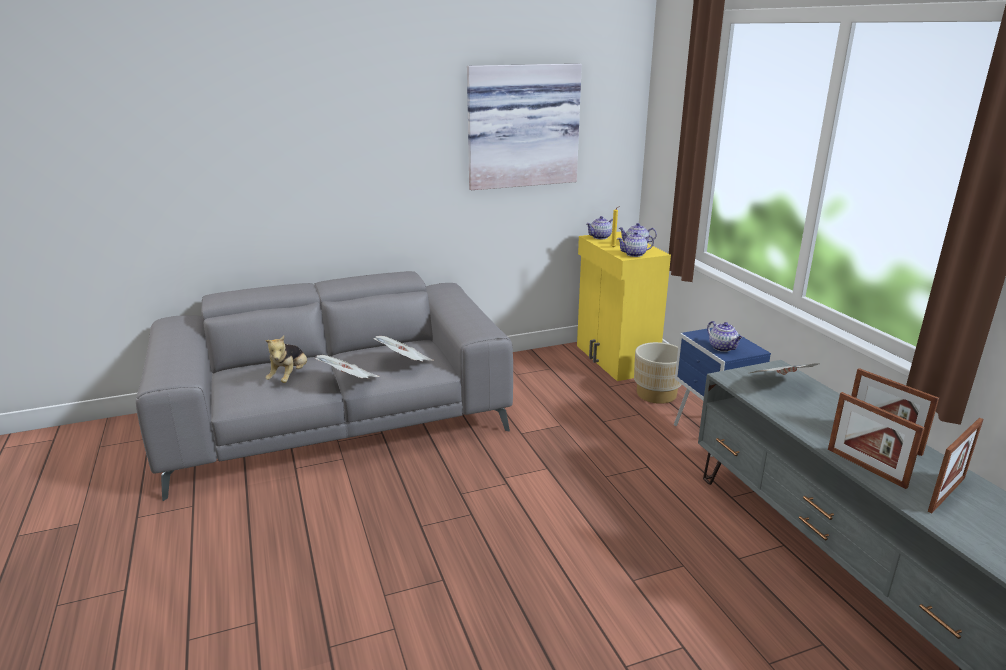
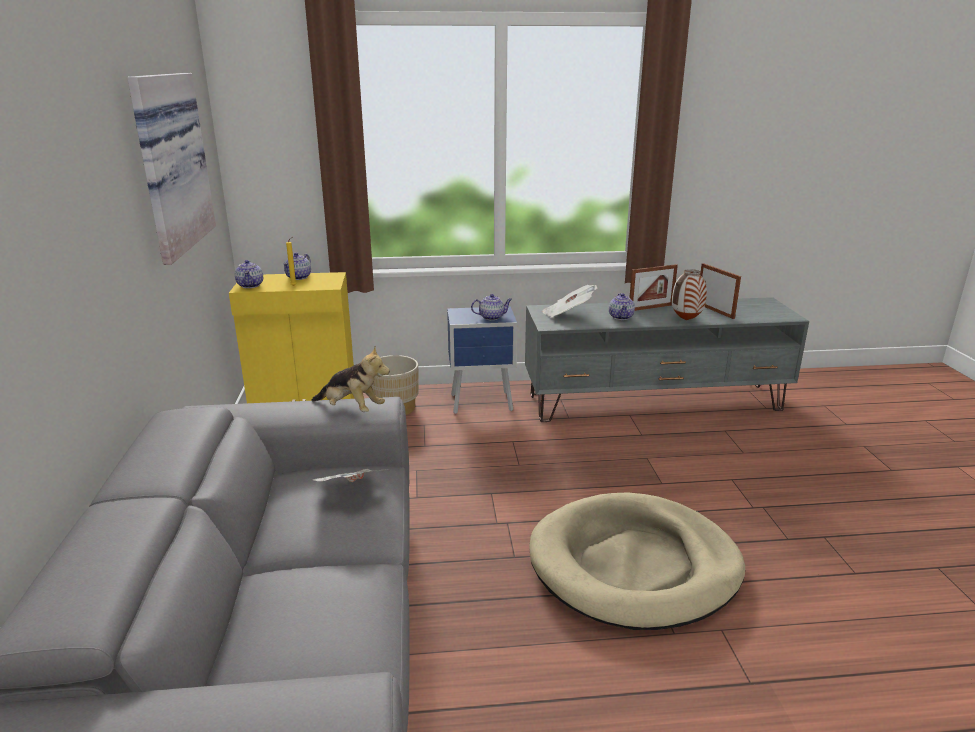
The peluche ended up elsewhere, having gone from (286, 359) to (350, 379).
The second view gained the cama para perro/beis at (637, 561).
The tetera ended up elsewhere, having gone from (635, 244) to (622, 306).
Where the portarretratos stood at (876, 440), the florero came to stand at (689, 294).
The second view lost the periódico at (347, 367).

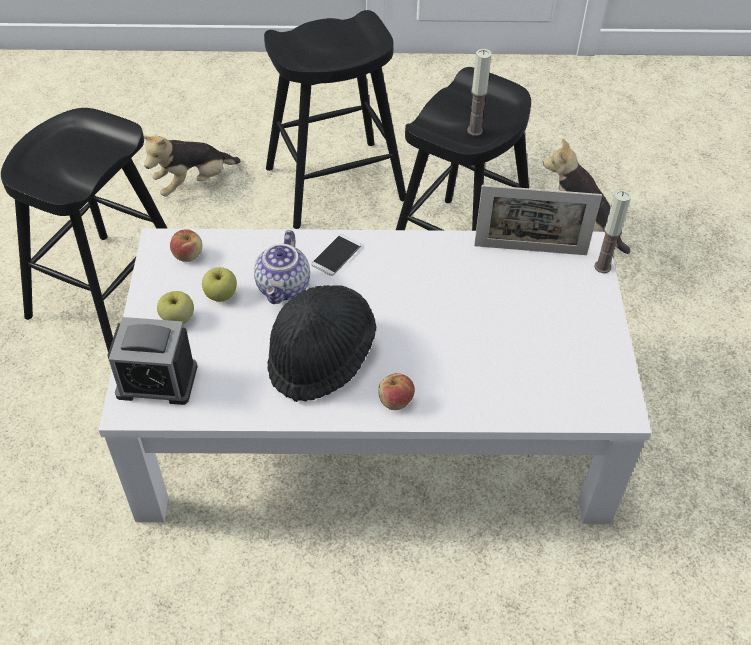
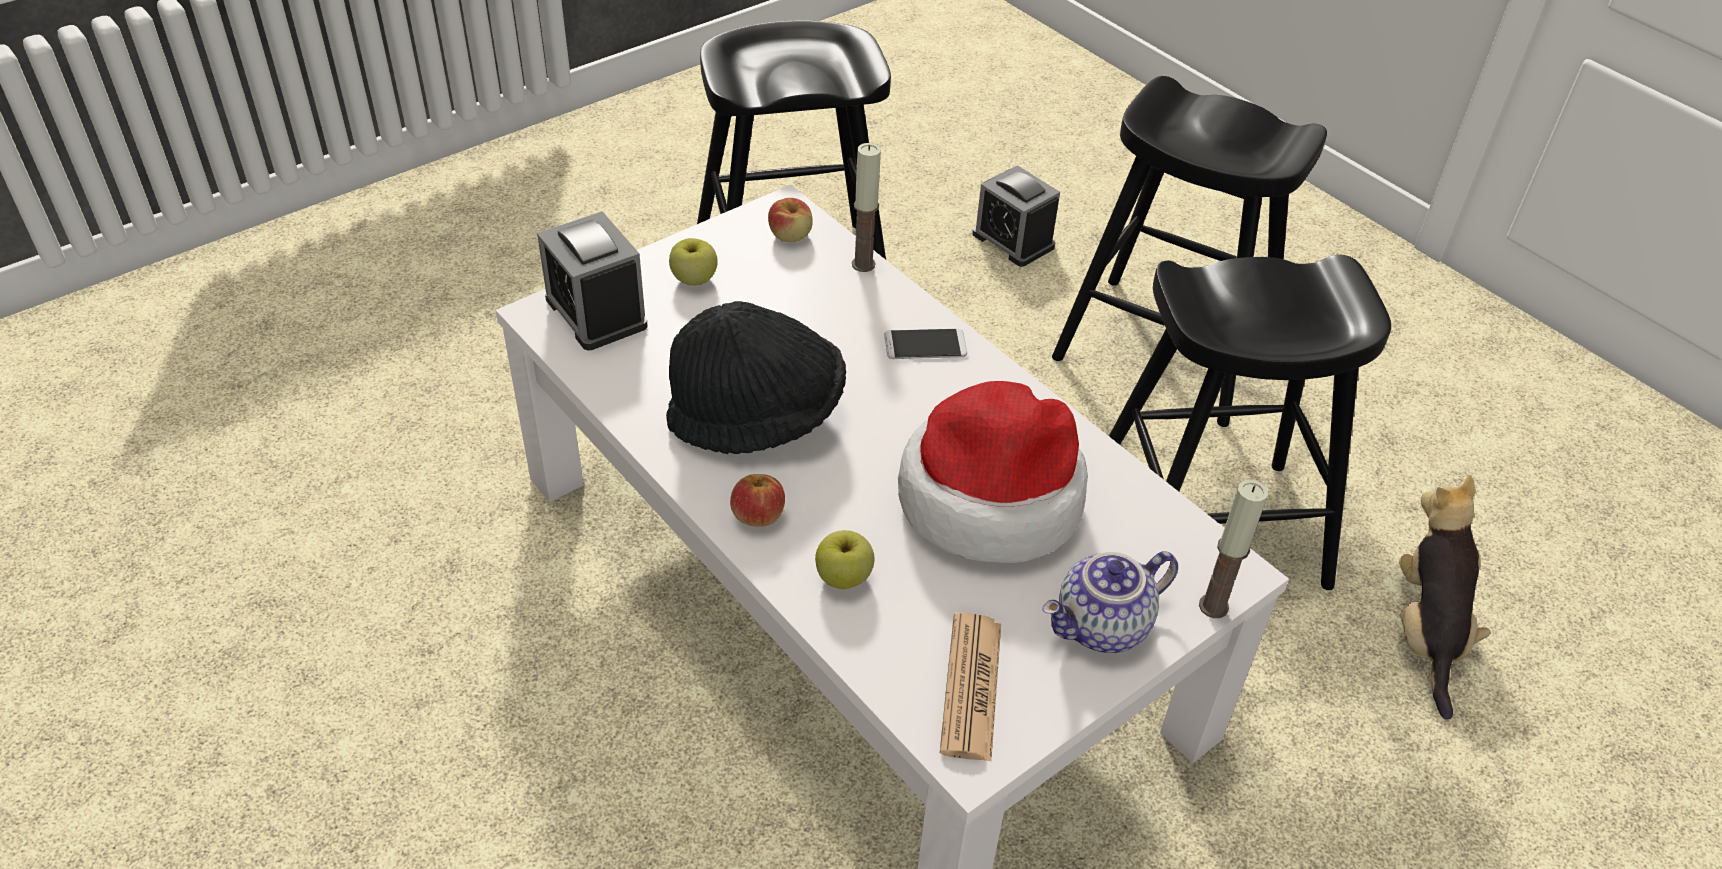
The manzana ended up elsewhere, having gone from (219, 284) to (845, 559).
The vela ended up elsewhere, having gone from (479, 92) to (866, 207).
The second view gained the sombrero at (993, 472).
The second view gained the periódico at (970, 687).
Where the peluche stood at (192, 165), the despertador came to stand at (1016, 216).
The tetera ended up elsewhere, having gone from (282, 267) to (1110, 602).
The second view lost the portarretratos at (538, 220).

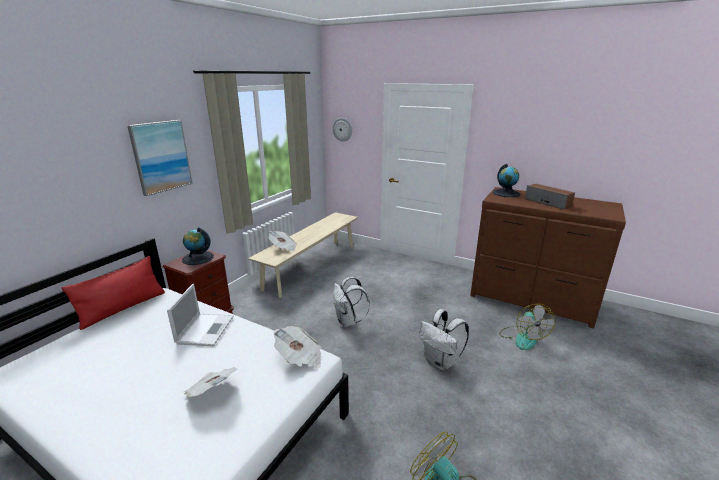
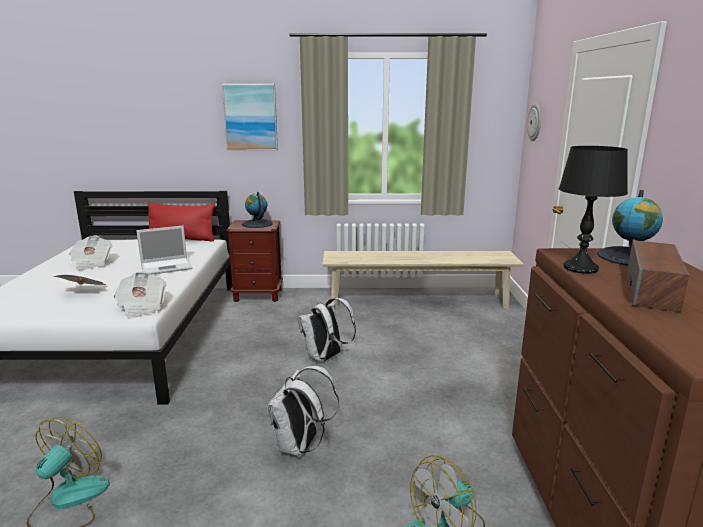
The periódico ended up elsewhere, having gone from (282, 241) to (90, 253).
The second view gained the lámpara de mesa/negro at (593, 210).

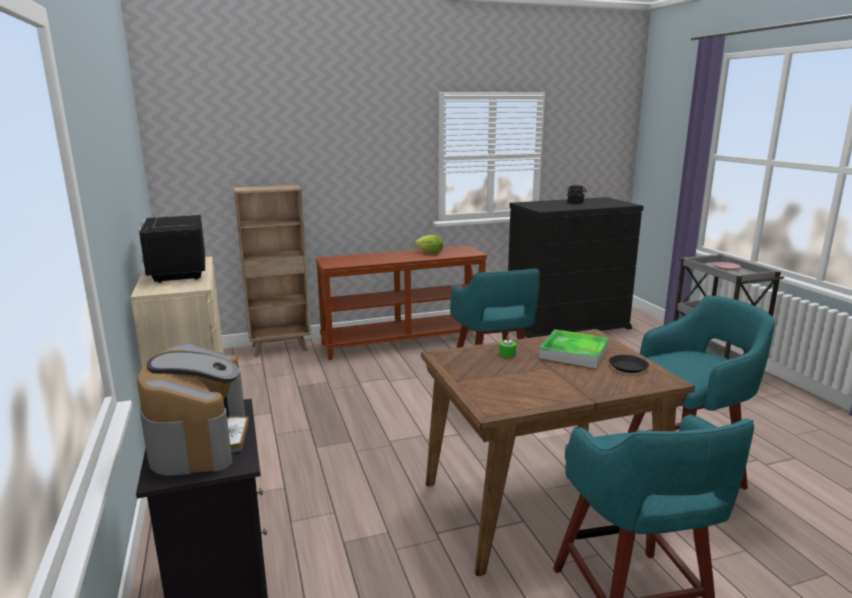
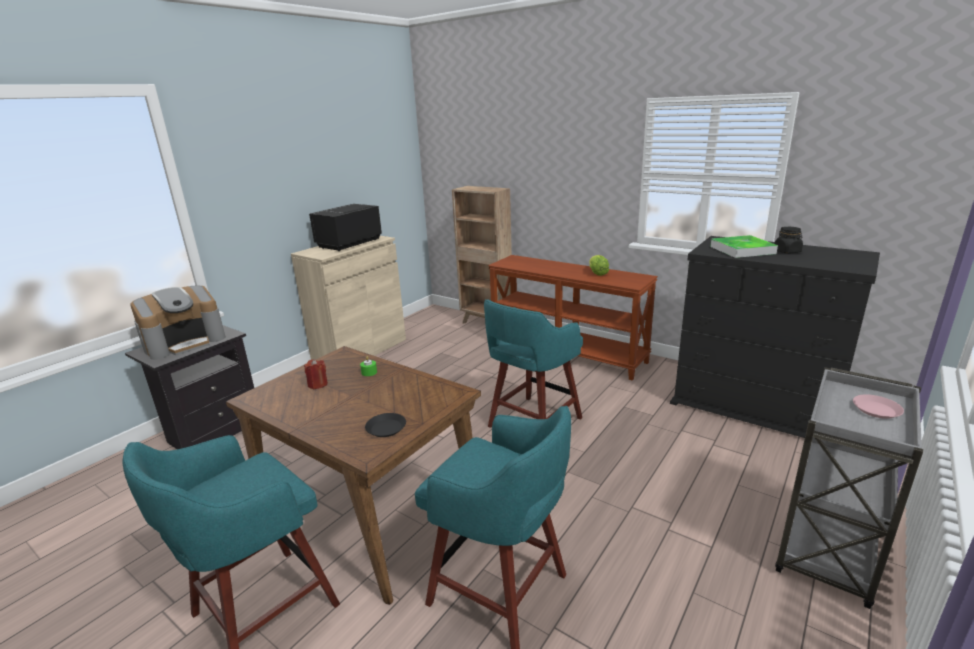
The second view gained the vela/rojo at (316, 374).
The bandeja ended up elsewhere, having gone from (574, 349) to (744, 246).

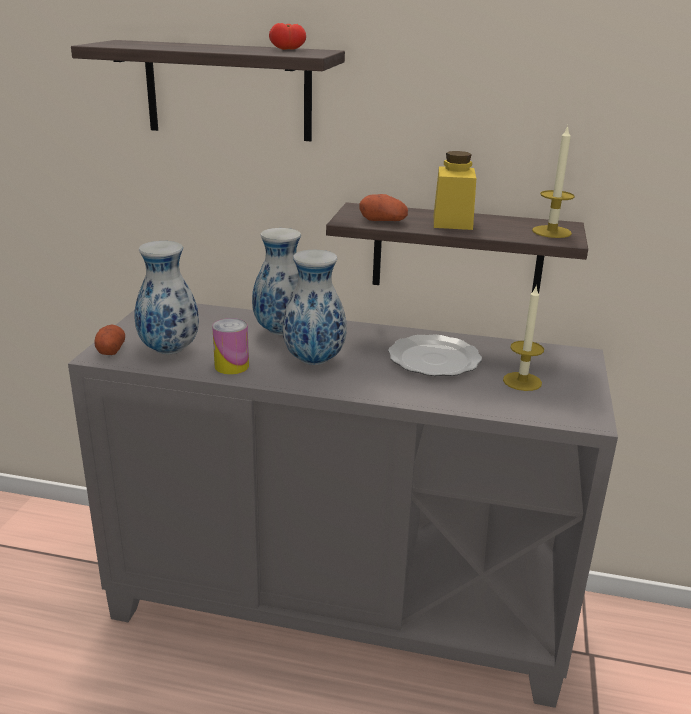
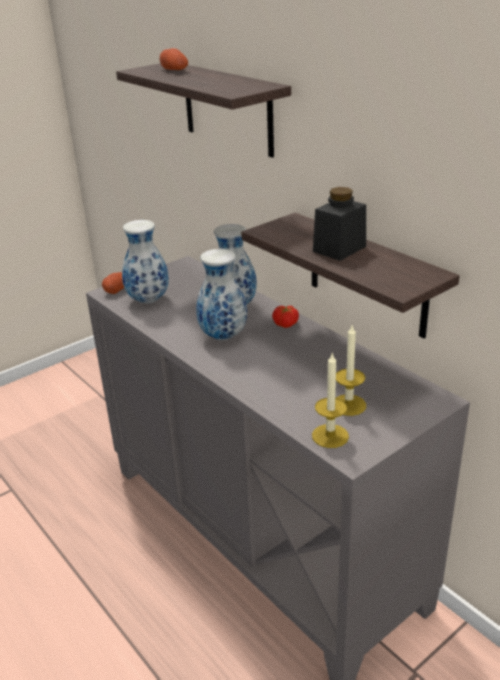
The patata ended up elsewhere, having gone from (383, 207) to (174, 59).
The tomate ended up elsewhere, having gone from (287, 36) to (285, 317).
The vela ended up elsewhere, having gone from (553, 181) to (330, 400).
What was the tarro/amarillo at (455, 190) turned into the tarro/negro at (339, 224).
The second view lost the lata at (230, 346).
The second view lost the plato at (435, 355).

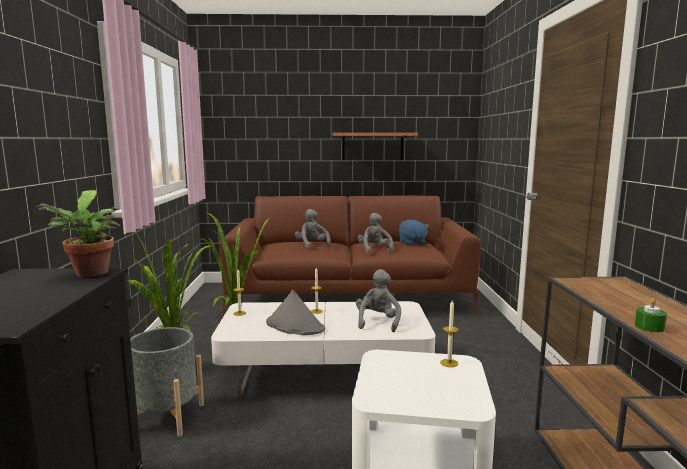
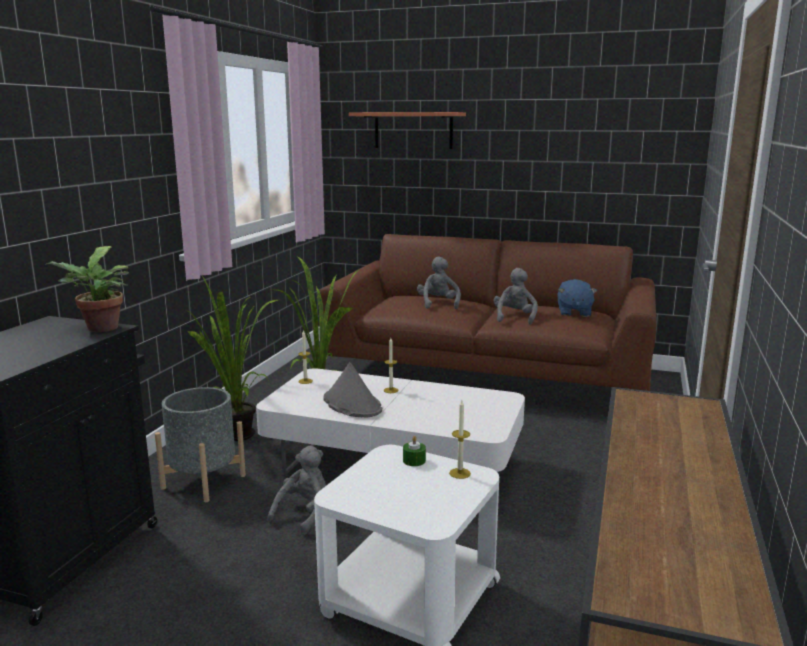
The peluche/gris ended up elsewhere, having gone from (378, 300) to (296, 490).
The estante ended up elsewhere, having gone from (375, 146) to (407, 130).
The vela/verde ended up elsewhere, having gone from (651, 315) to (414, 451).

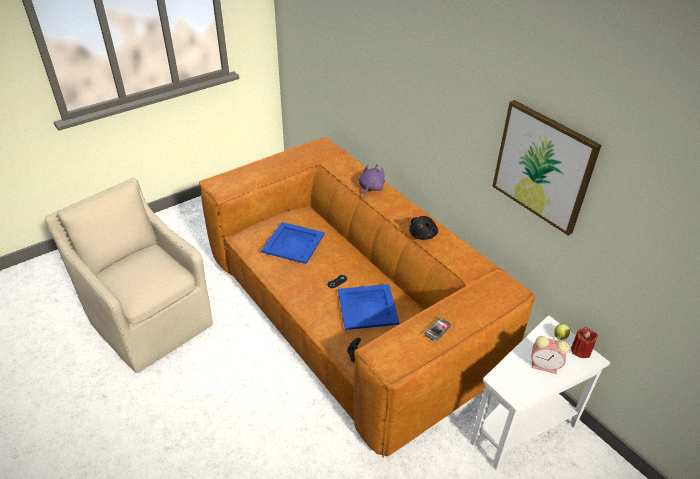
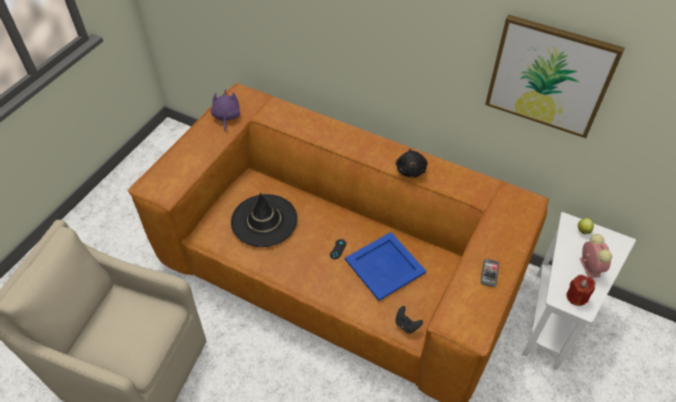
The peluche/morado ended up elsewhere, having gone from (372, 181) to (225, 110).
Where the bandeja/azul stood at (293, 243), the sombrero/negro came to stand at (264, 220).
The vela/rojo ended up elsewhere, having gone from (584, 343) to (580, 290).
The despertador at (550, 355) ended up facing another way, 90 degrees counterclockwise from before.

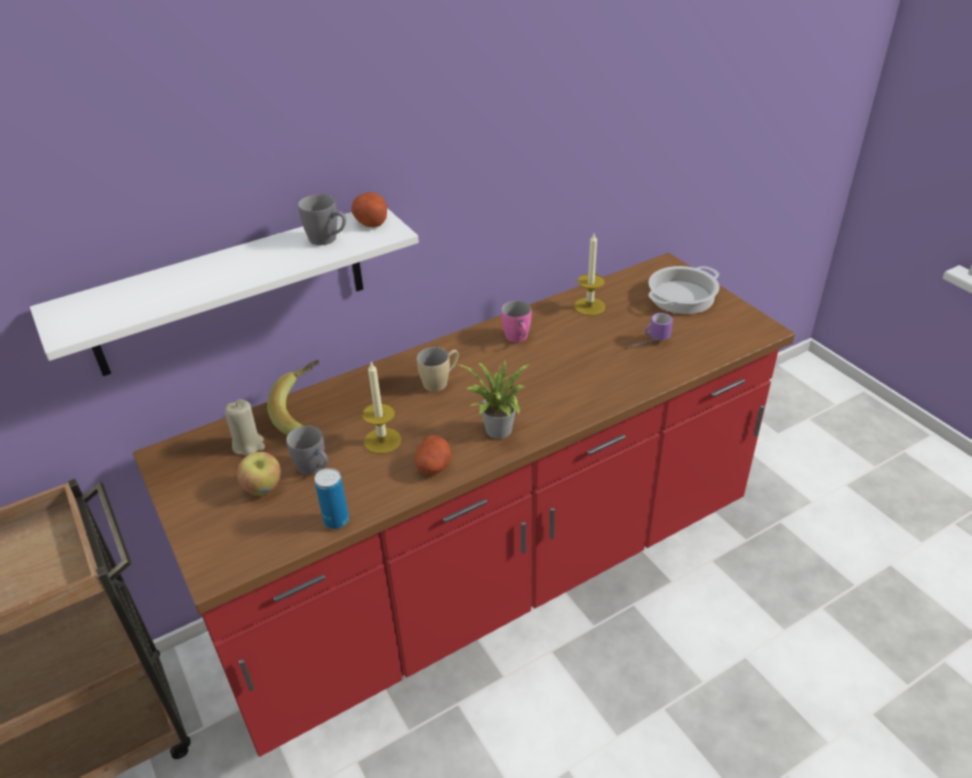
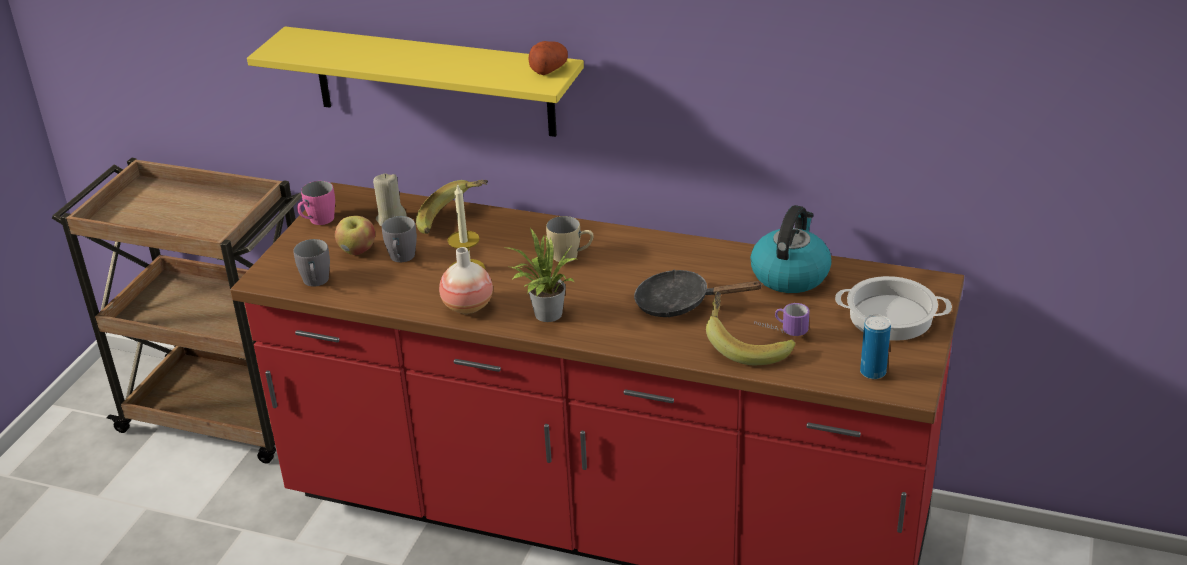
What was the estante/blanco at (224, 292) turned into the estante/amarillo at (415, 81).
The taza grande/gris ended up elsewhere, having gone from (322, 219) to (311, 263).
The taza grande/rosa ended up elsewhere, having gone from (516, 321) to (316, 203).
Where the patata stood at (433, 454), the florero came to stand at (466, 280).
The second view gained the sartén/negro at (698, 293).
The second view gained the plátano at (751, 328).
Where the vela stood at (589, 275), the hervidor came to stand at (791, 249).
The lata ended up elsewhere, having gone from (331, 498) to (875, 346).

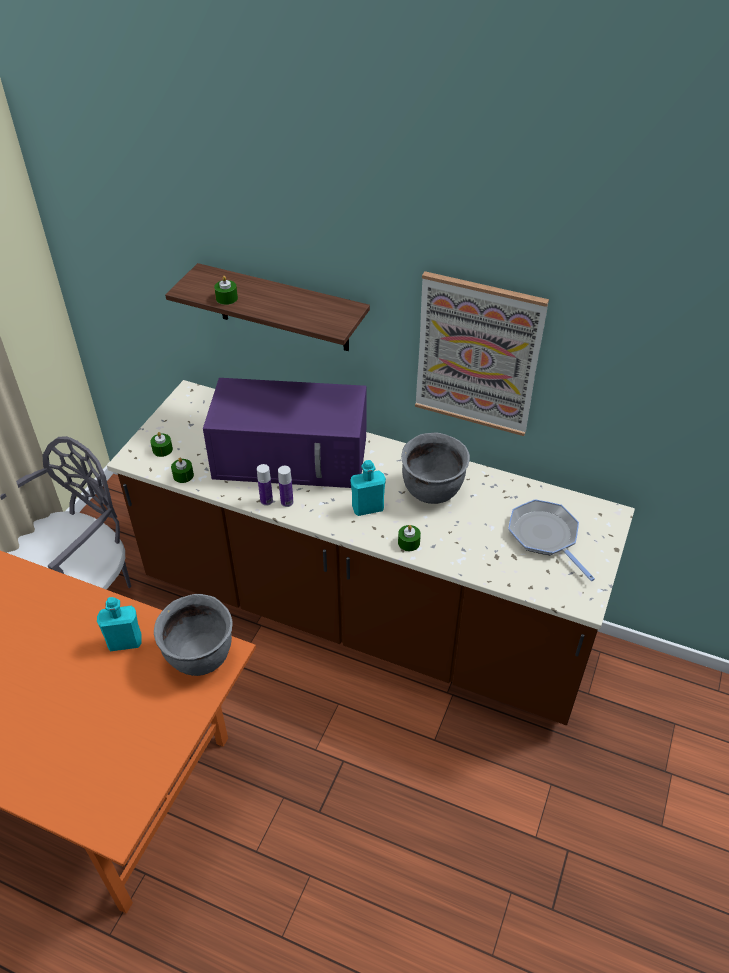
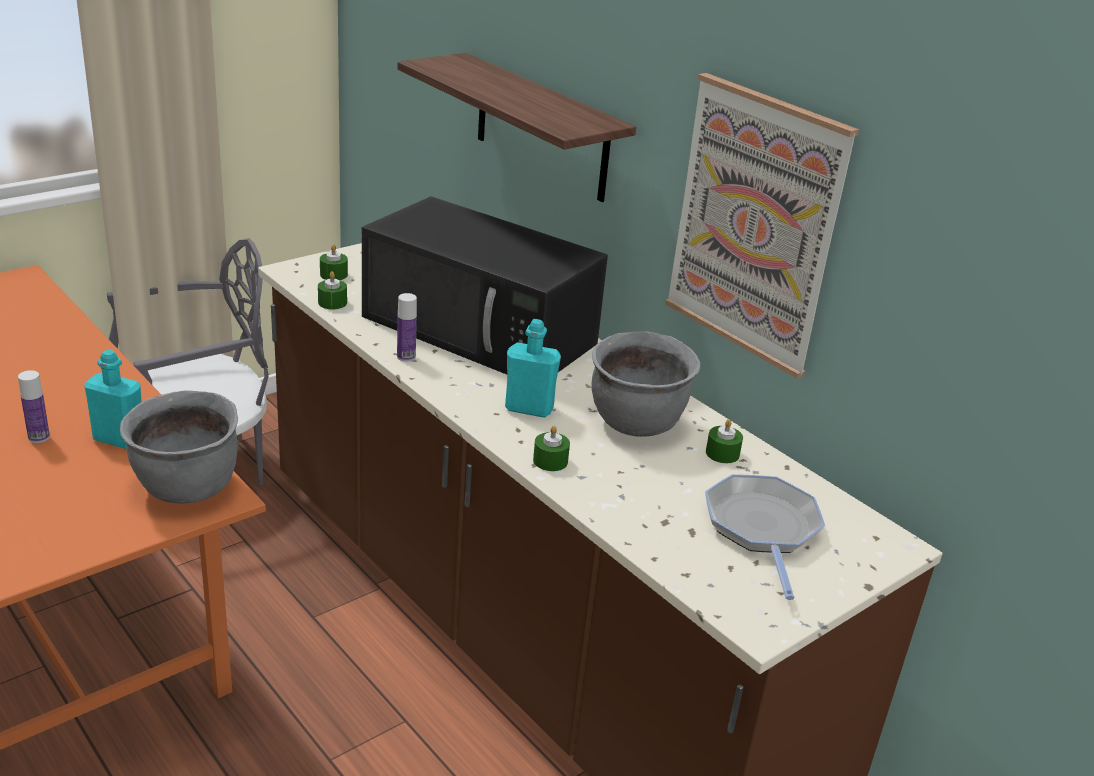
The botella ended up elsewhere, having gone from (285, 486) to (34, 406).
What was the microondas/morado at (284, 433) turned into the microondas/negro at (485, 285).
The vela/verde ended up elsewhere, having gone from (226, 290) to (724, 441).

